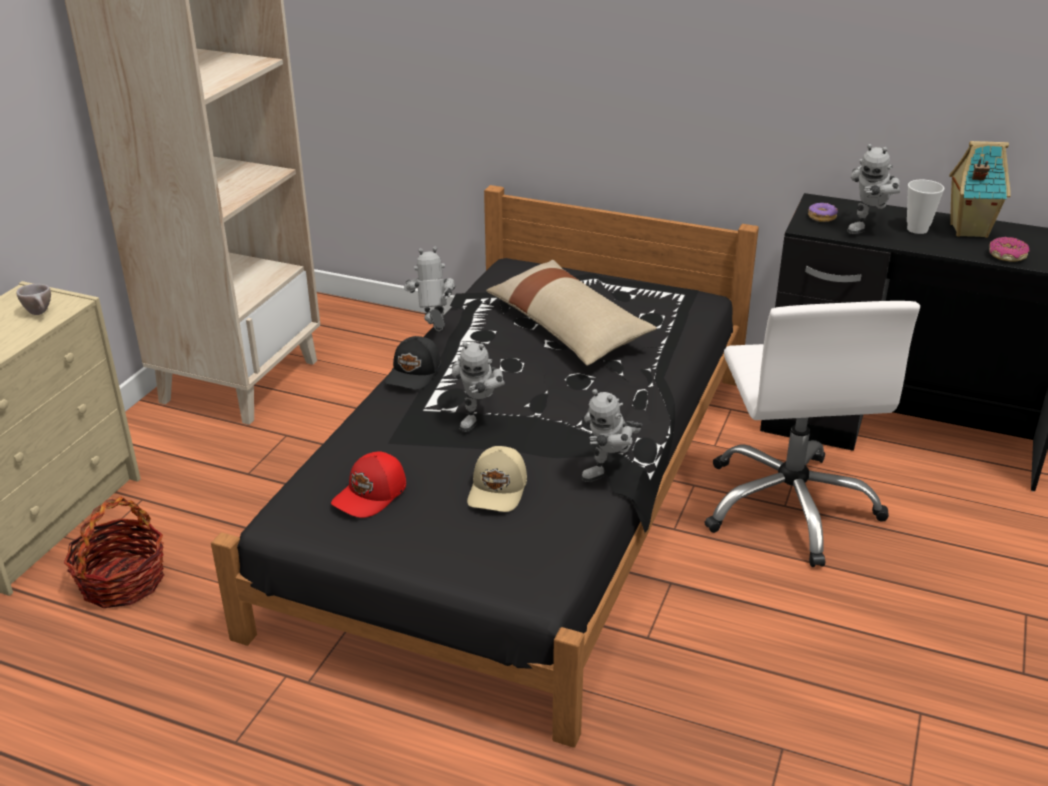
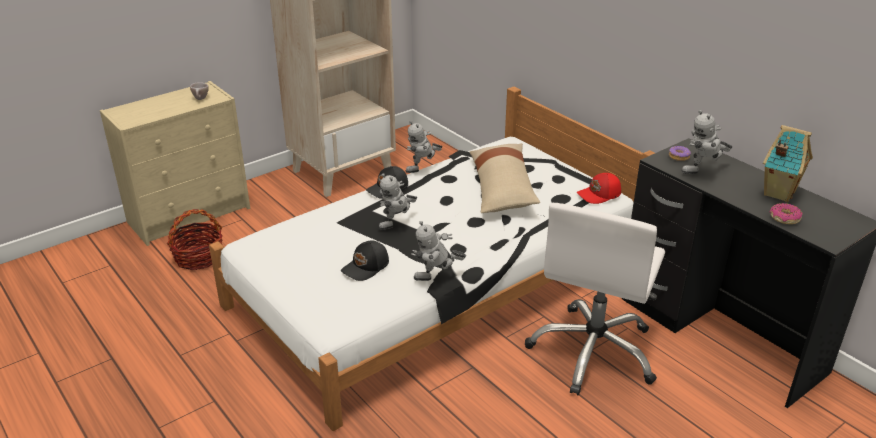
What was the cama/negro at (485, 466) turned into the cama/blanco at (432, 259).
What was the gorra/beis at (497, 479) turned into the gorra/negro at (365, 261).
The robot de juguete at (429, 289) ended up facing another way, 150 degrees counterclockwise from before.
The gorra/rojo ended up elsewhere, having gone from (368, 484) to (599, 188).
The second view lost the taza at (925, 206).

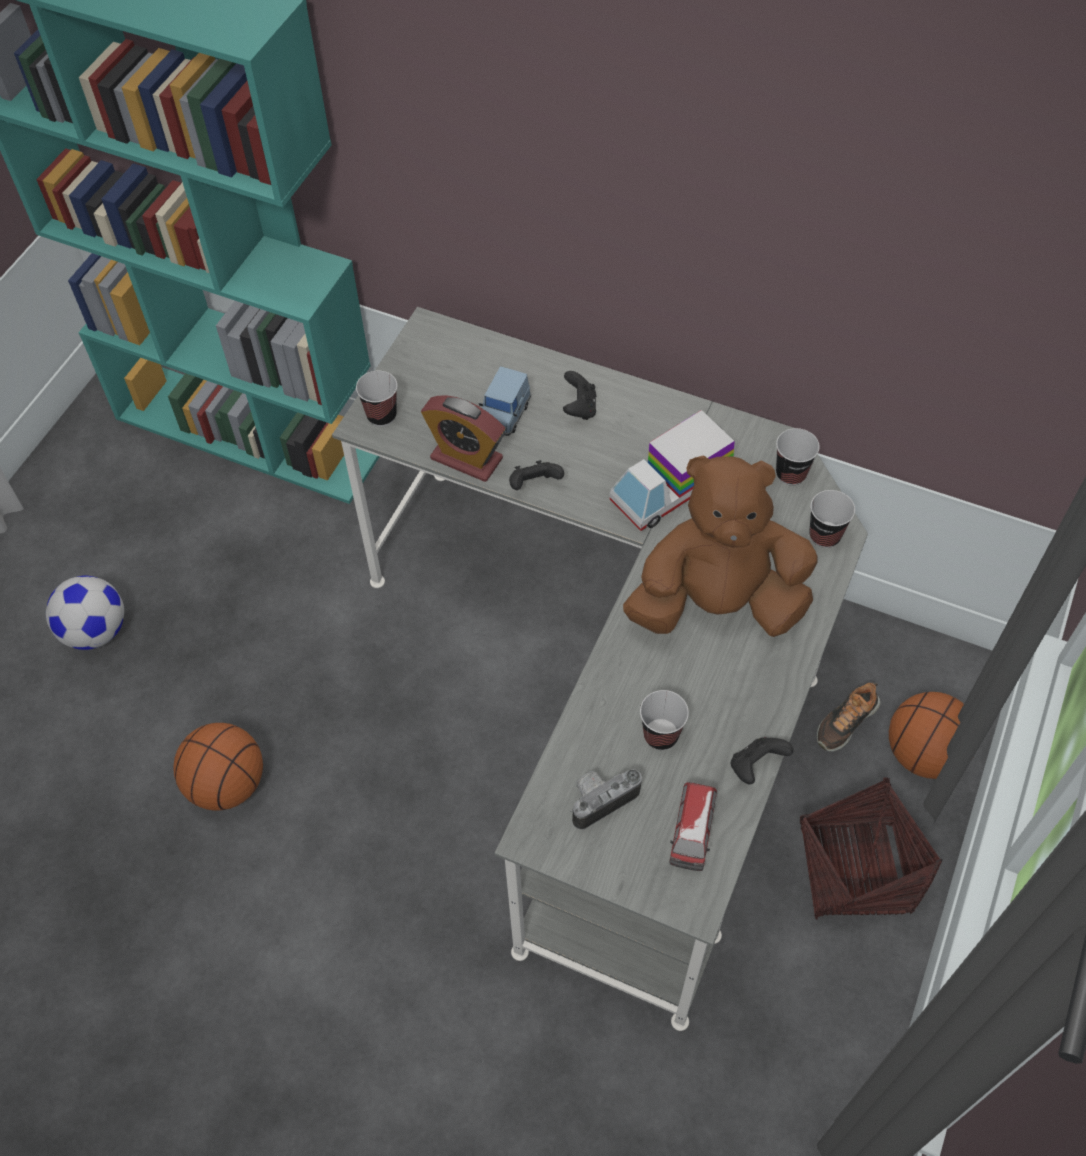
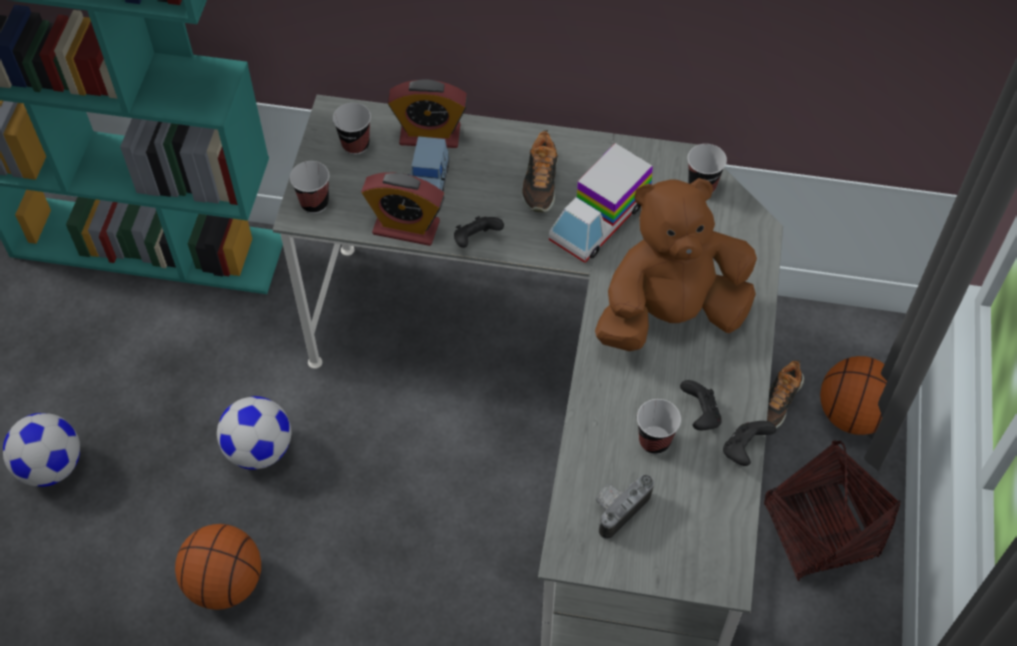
The second view gained the balón de fútbol at (254, 433).
The taza ended up elsewhere, having gone from (832, 519) to (352, 129).
The second view gained the despertador at (427, 113).
The second view gained the zapato at (539, 171).
The mando de consola/negro ended up elsewhere, having gone from (579, 395) to (701, 405).
The second view lost the coche de juguete at (693, 826).

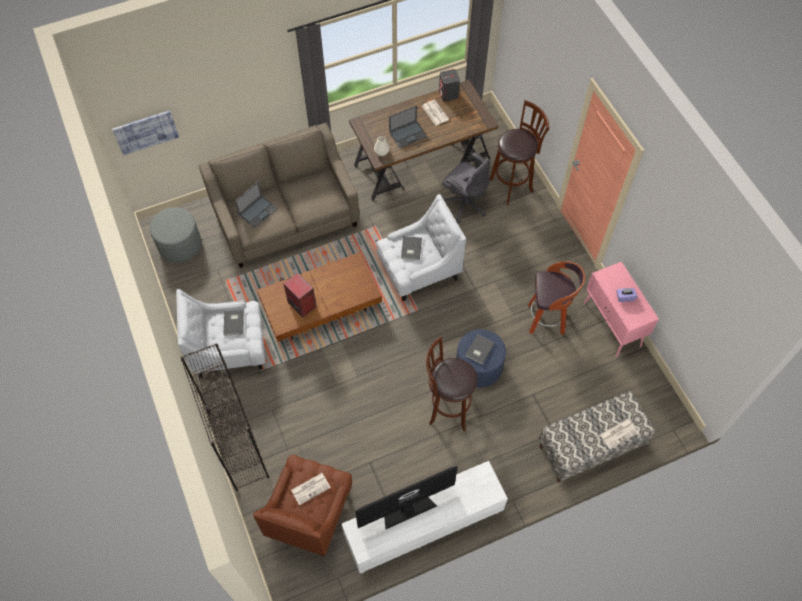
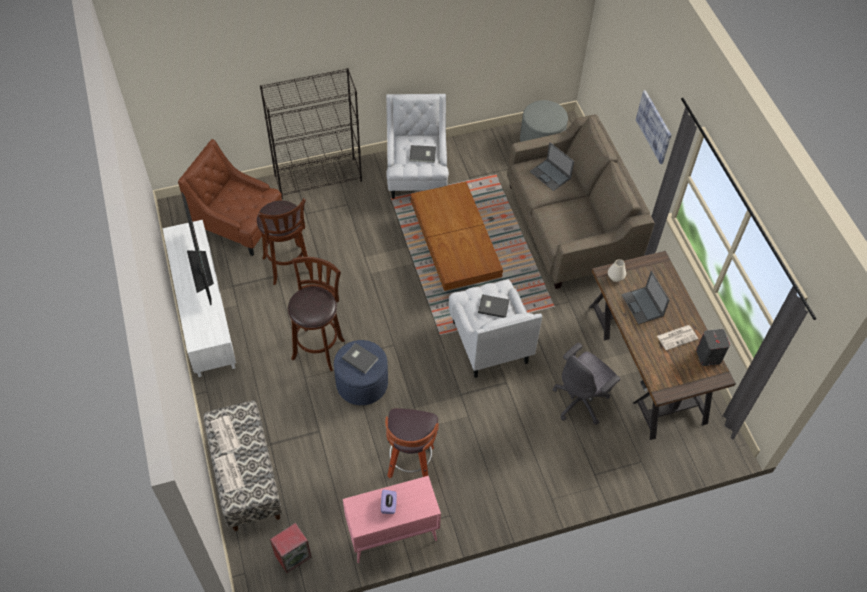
The periódico ended up elsewhere, having gone from (311, 489) to (225, 434).
The taburete/marrón ended up elsewhere, having gone from (519, 152) to (282, 241).
The altavoz ended up elsewhere, having gone from (300, 295) to (290, 548).
The cuadro ended up elsewhere, having gone from (145, 132) to (653, 127).

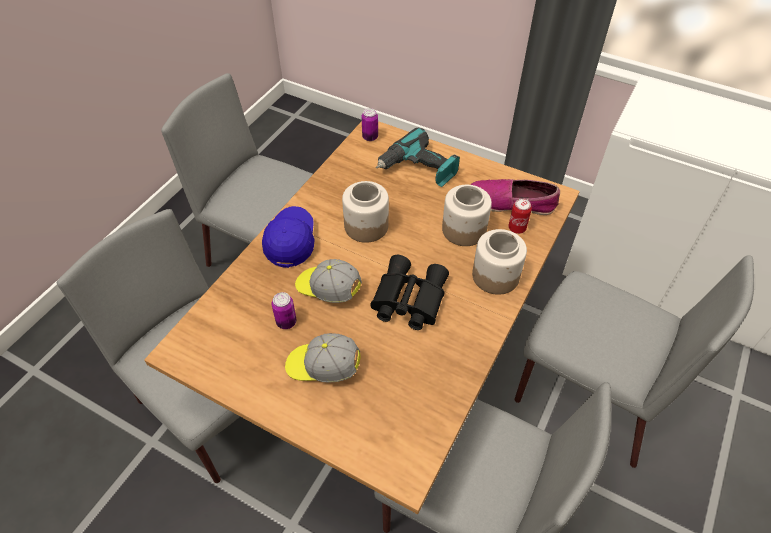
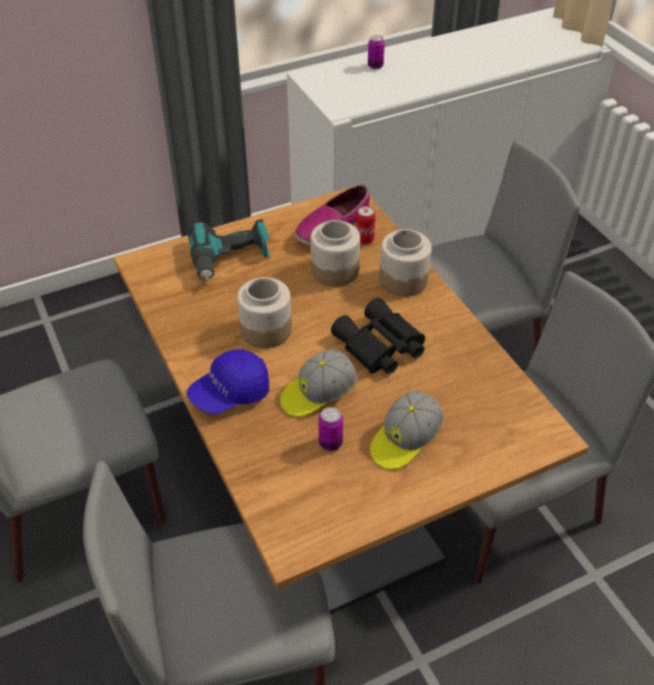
The gorra/azul at (288, 237) ended up facing another way, 75 degrees counterclockwise from before.
The lata ended up elsewhere, having gone from (370, 124) to (376, 52).

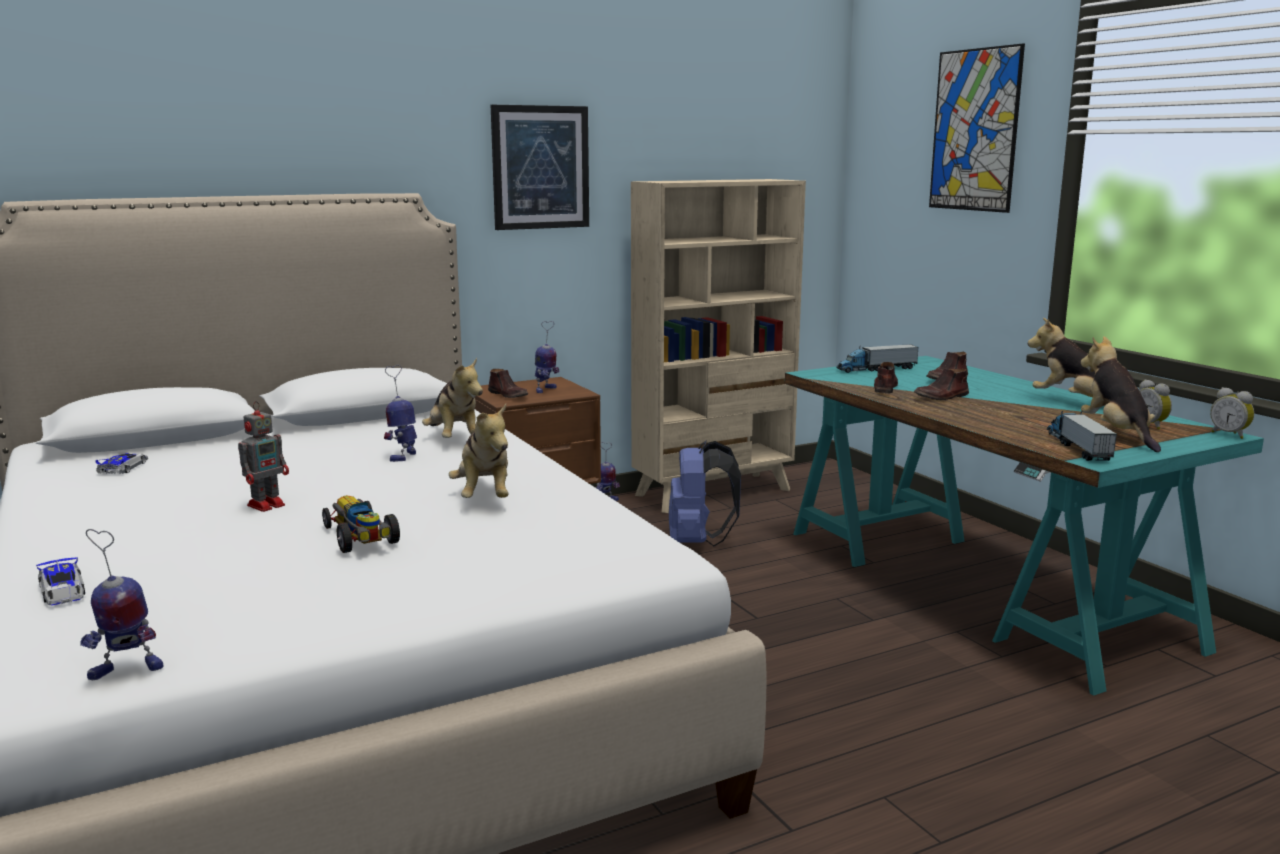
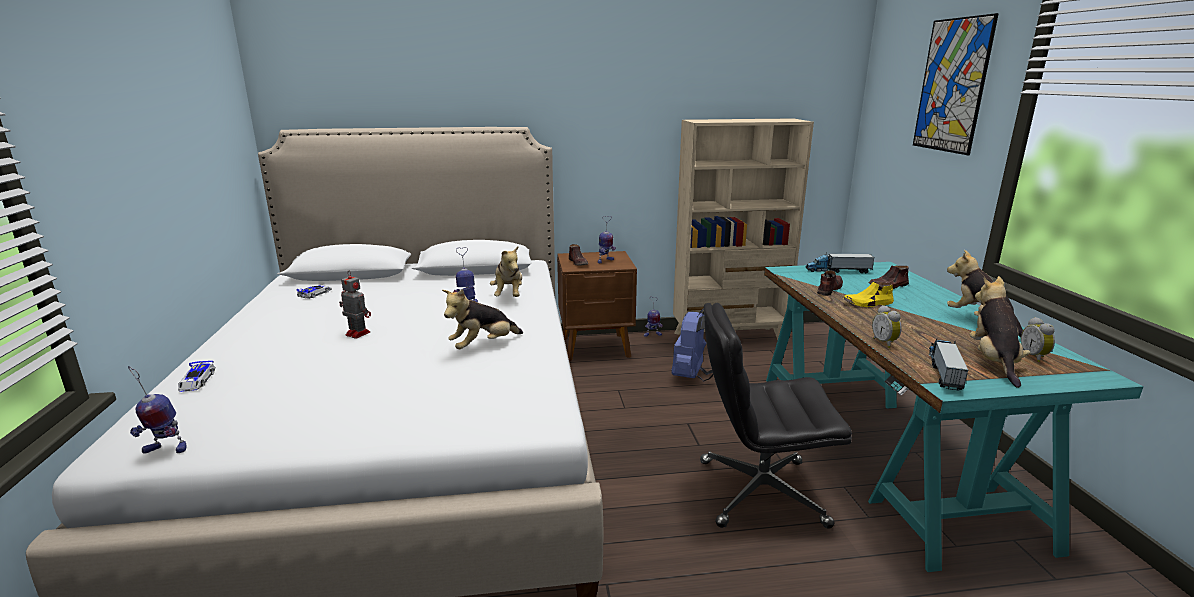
The robot de juguete at (263, 456) ended up facing another way, 120 degrees counterclockwise from before.
The peluche at (479, 451) ended up facing another way, 45 degrees clockwise from before.
The second view gained the silla de oficina/negro at (776, 416).
What was the zapato/marrón at (941, 384) turned into the zapato/amarillo at (868, 294).
The despertador ended up elsewhere, having gone from (1232, 413) to (887, 326).
The second view lost the coche de juguete at (361, 524).
The second view lost the cuadro at (540, 167).

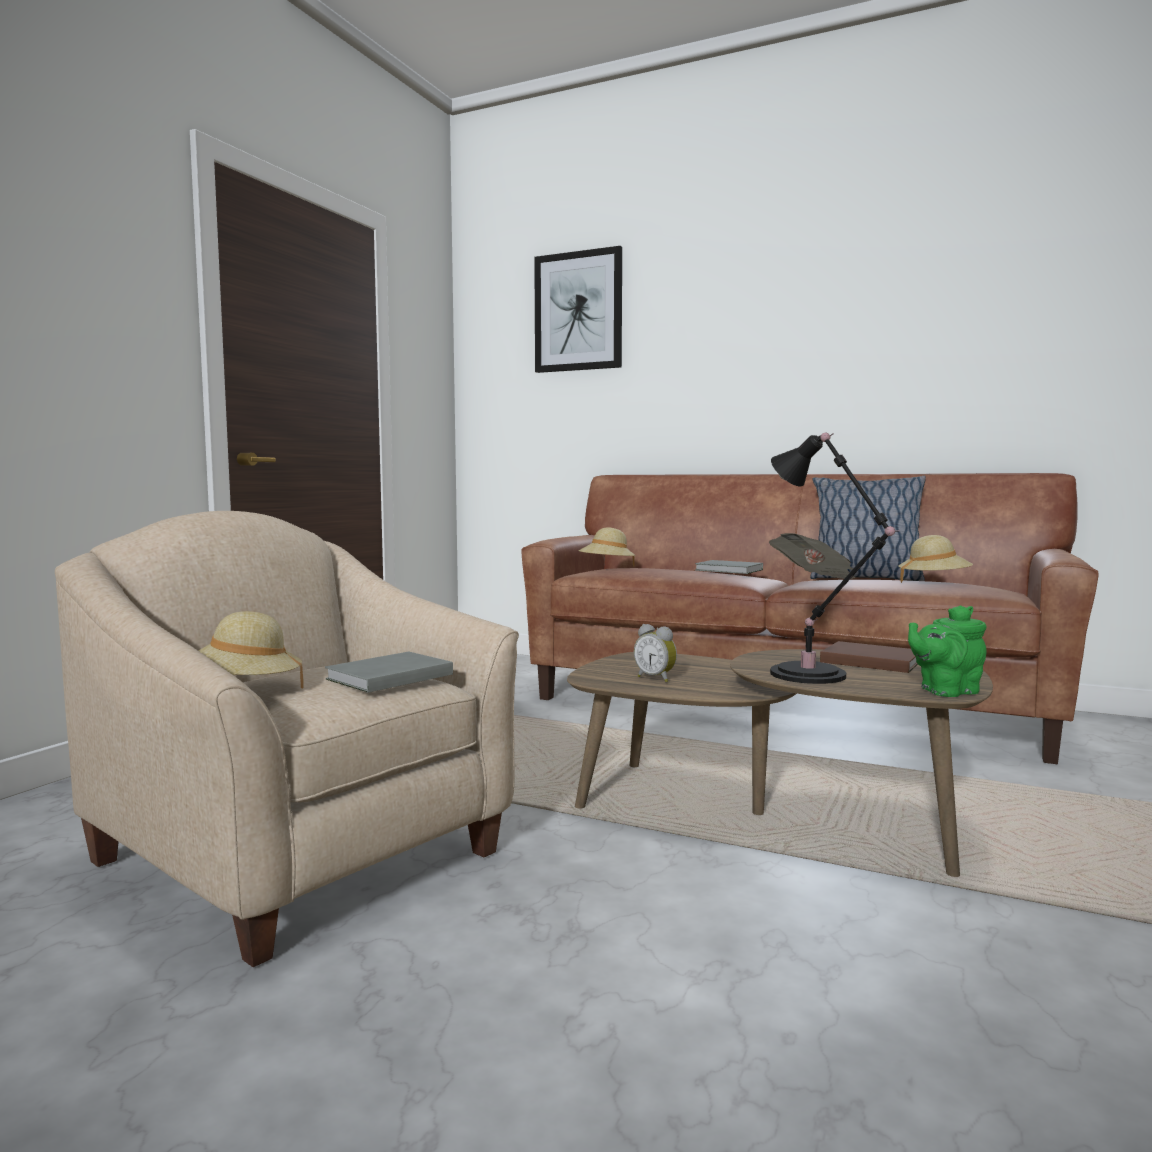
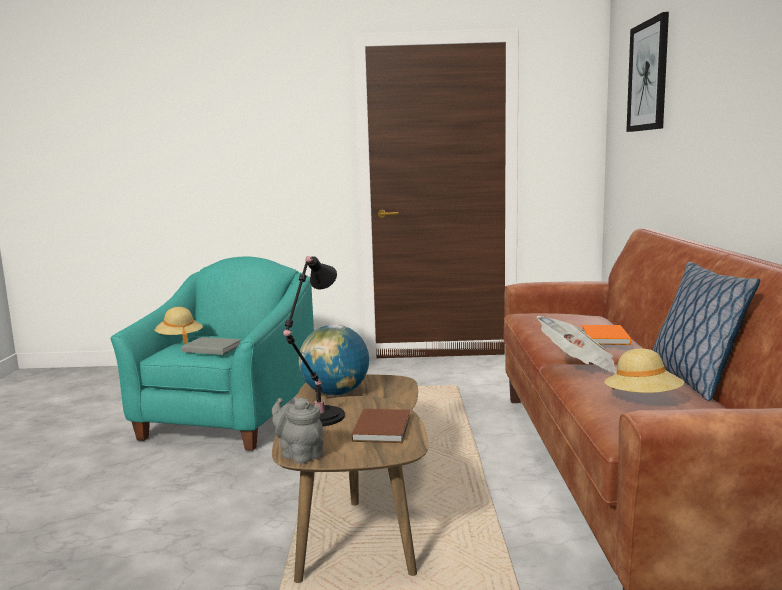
What was the sillón/beis at (287, 739) turned into the sillón/turquesa at (212, 353).
What was the tetera/verde at (947, 651) turned into the tetera/gris at (298, 430).
Where the despertador stood at (655, 653), the globo terráqueo came to stand at (334, 360).
What was the libro/gris at (729, 567) turned into the libro/naranja at (606, 335).
The second view lost the sombrero/beis at (607, 547).

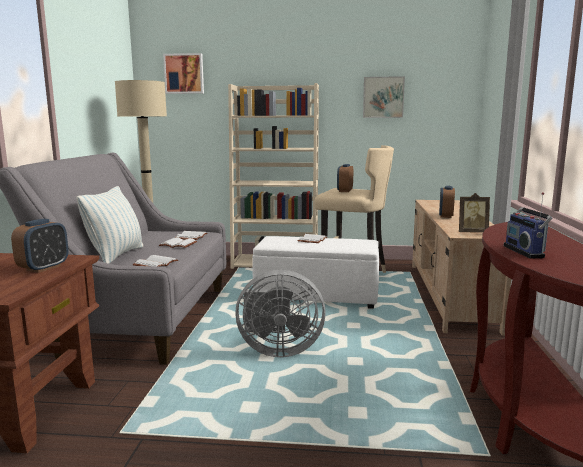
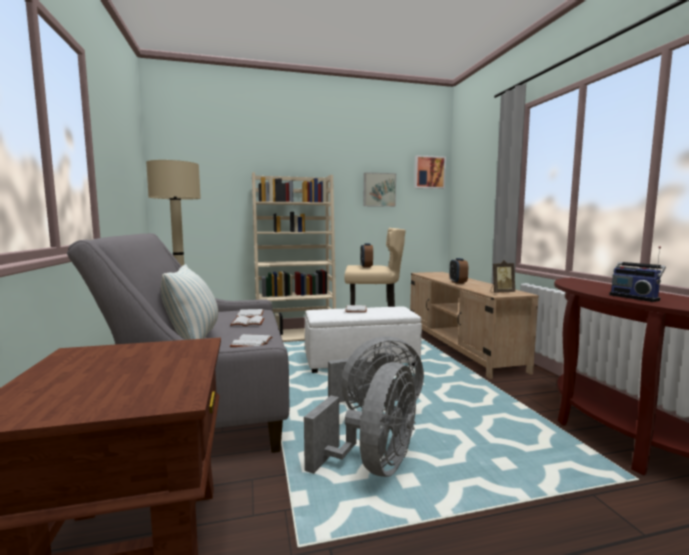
The second view gained the ventilador/gris at (360, 419).
The cuadro ended up elsewhere, having gone from (183, 73) to (430, 172).
The second view lost the despertador at (39, 246).

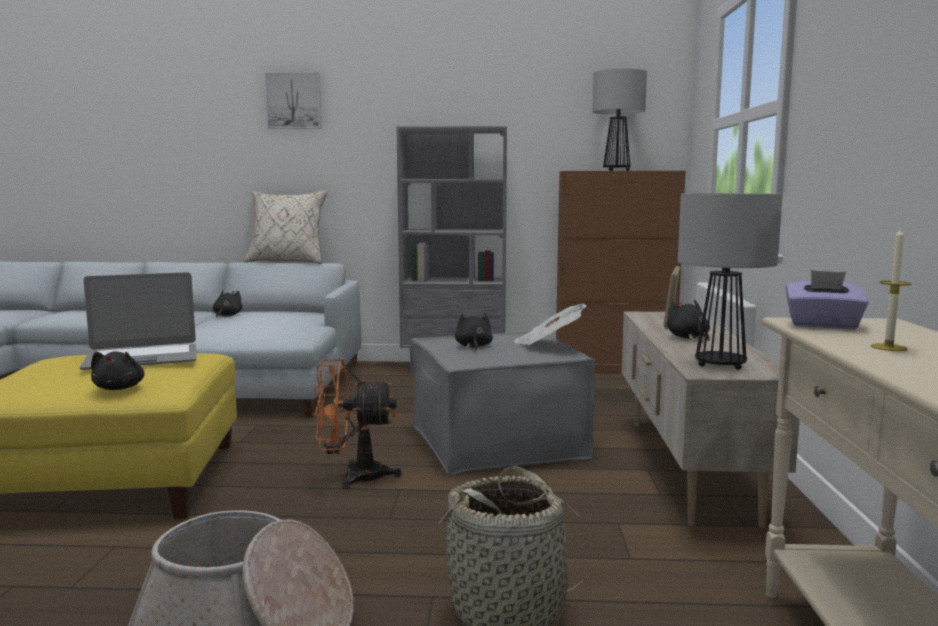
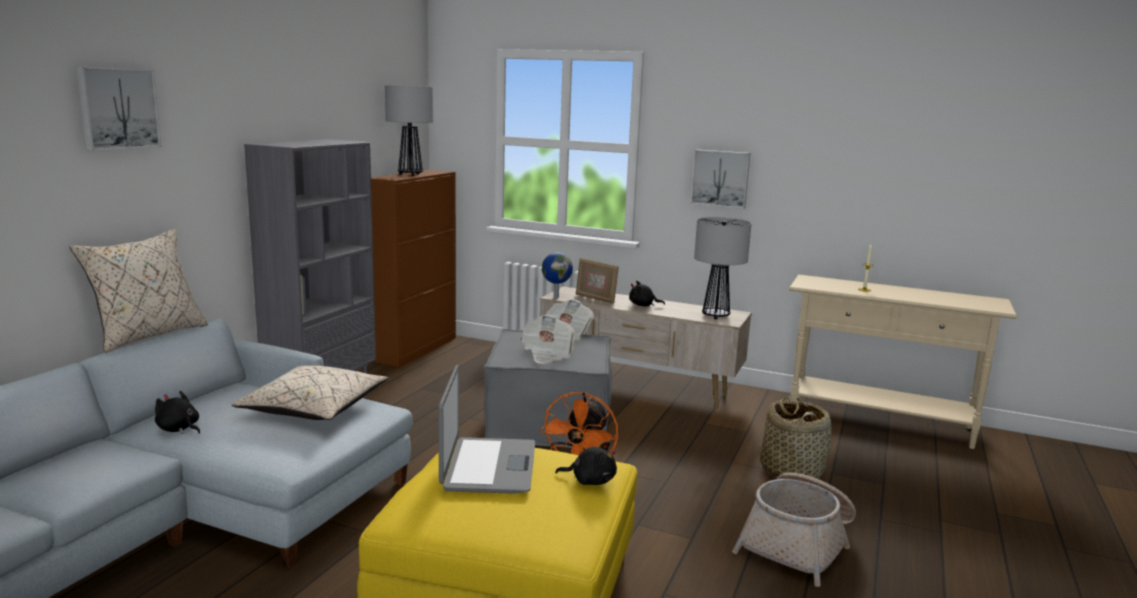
The second view gained the cojín/beis at (310, 392).
Where the peluche/negro stood at (474, 331), the periódico came to stand at (547, 339).
The second view gained the globo terráqueo at (557, 275).
The second view gained the cuadro at (720, 179).
The second view lost the caja de pañuelos/morado at (827, 299).

